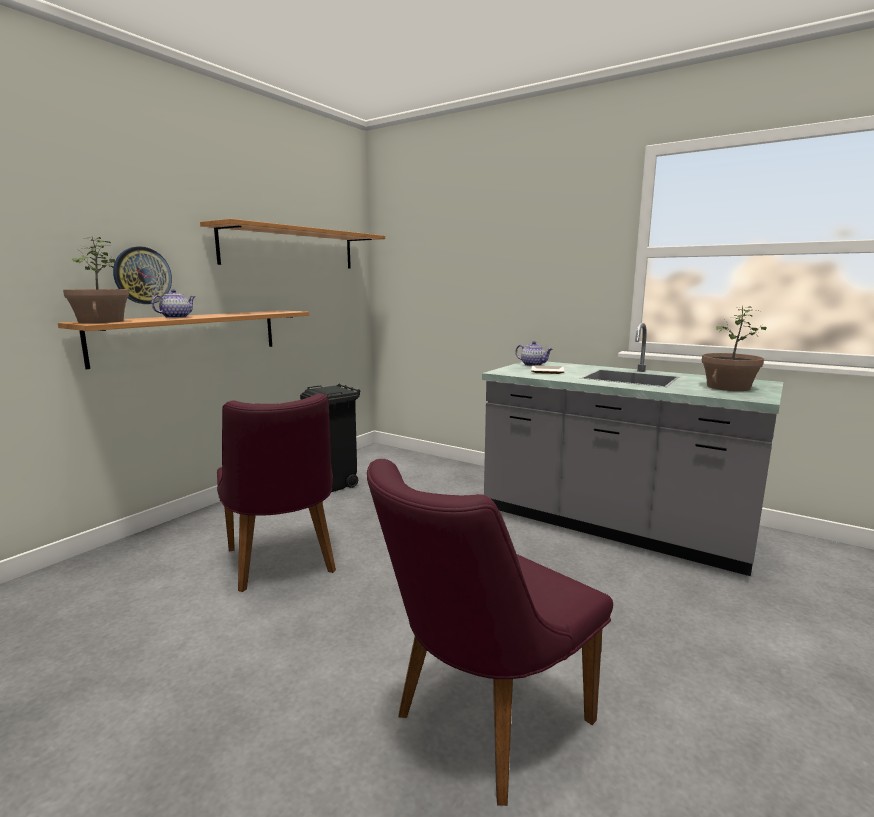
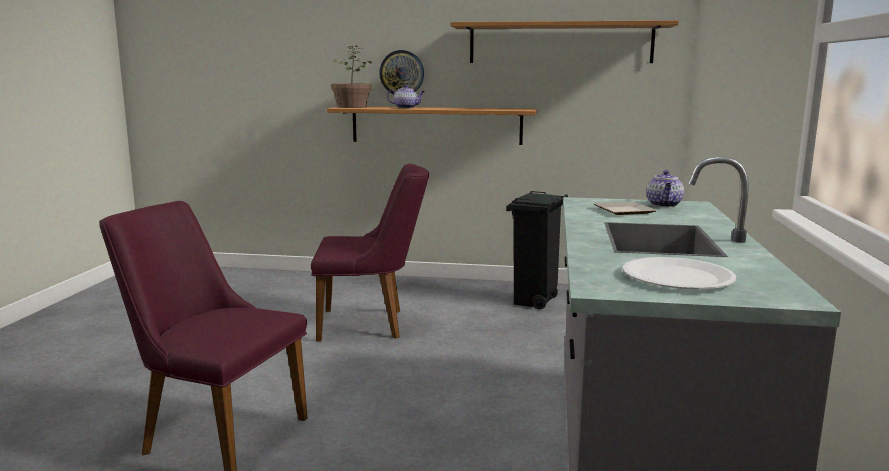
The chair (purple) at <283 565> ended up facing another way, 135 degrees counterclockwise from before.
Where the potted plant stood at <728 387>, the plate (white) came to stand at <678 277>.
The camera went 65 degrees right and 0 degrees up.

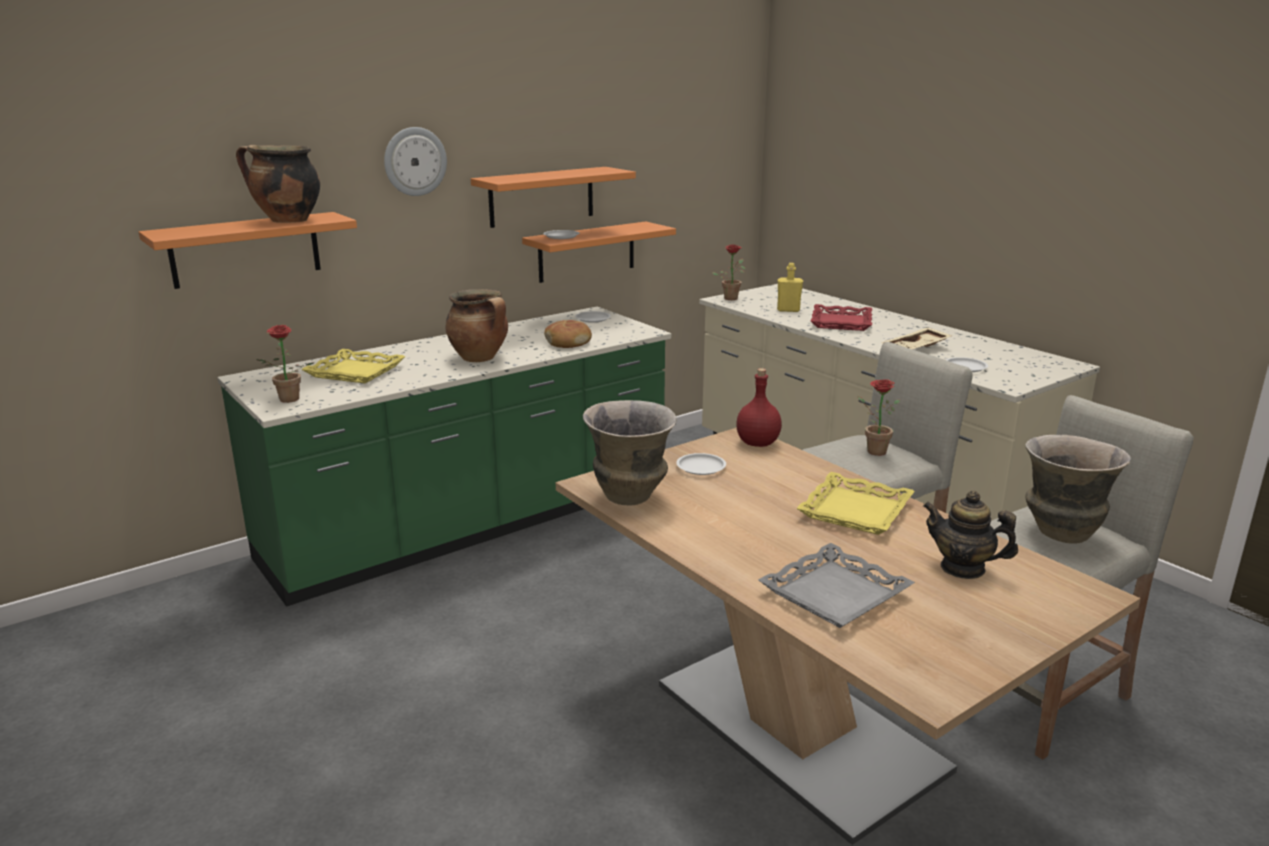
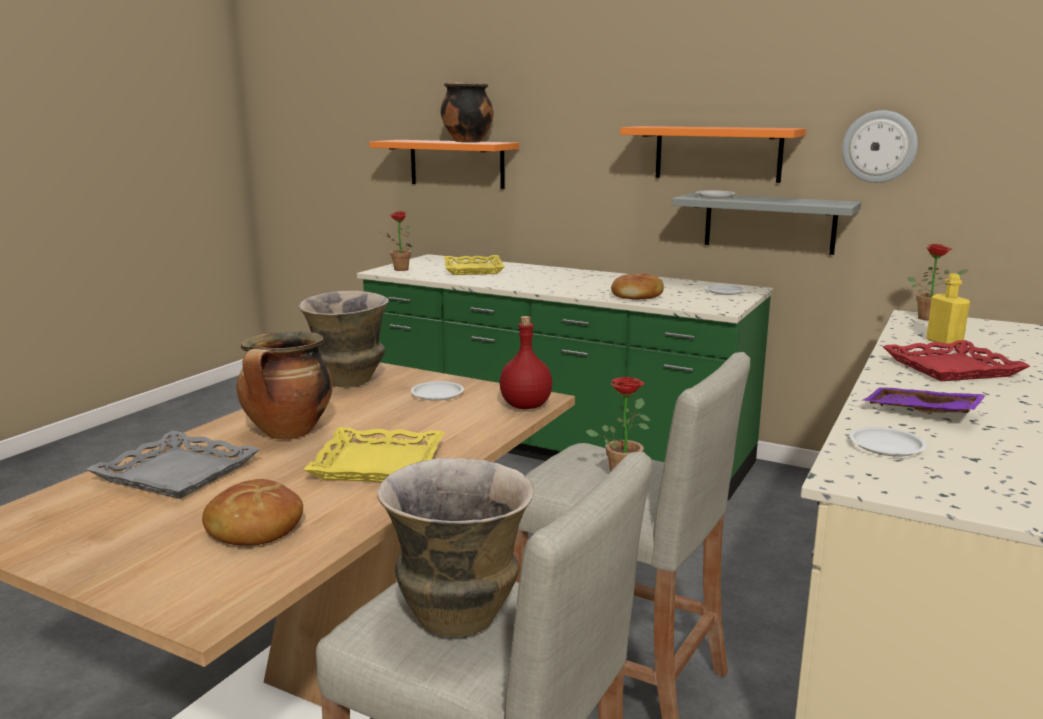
The wall clock ended up elsewhere, having gone from <415 161> to <879 146>.
The cooking pot ended up elsewhere, having gone from <480 358> to <288 433>.
What was the shelf (orange) at <587 252> turned into the shelf (grey) at <769 223>.
What was the tray (beige) at <916 348> turned into the tray (purple) at <920 413>.
Where the teapot stood at <963 568>, the bread came to stand at <254 528>.
The camera went 65 degrees right and 5 degrees down.

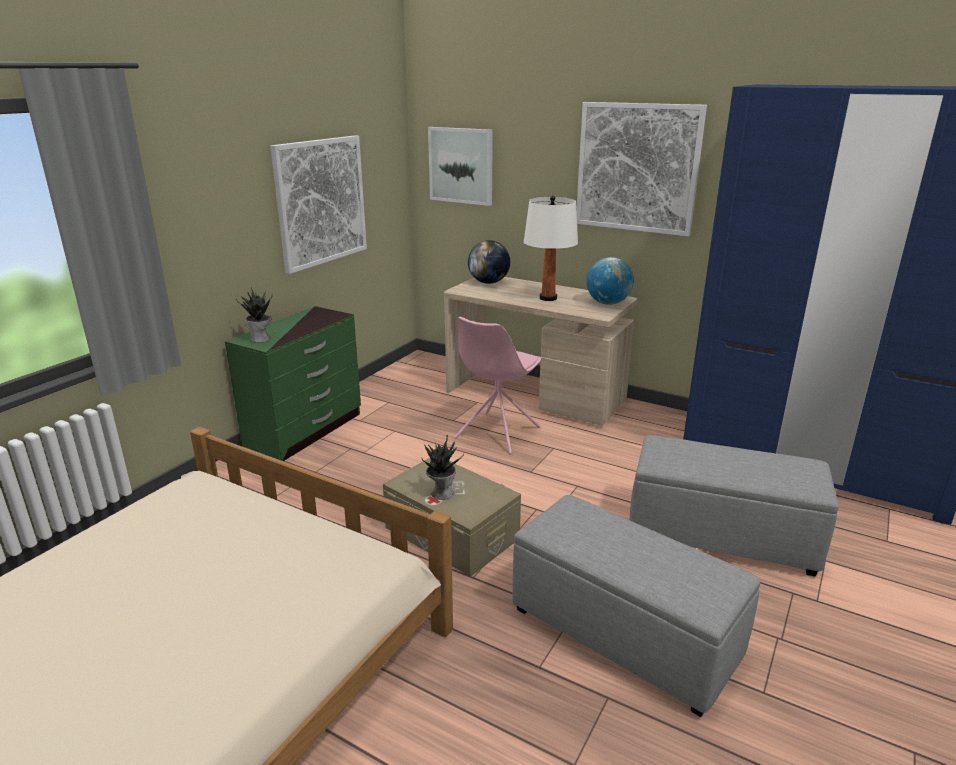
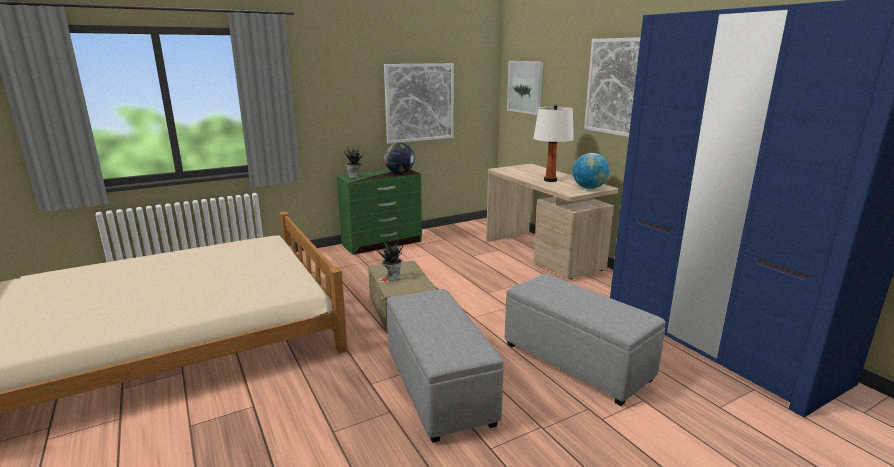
The second view lost the chair (pink) at <496 433>.
The globe ended up elsewhere, having gone from <488 282> to <399 172>.
The camera went 30 degrees right and 5 degrees down.

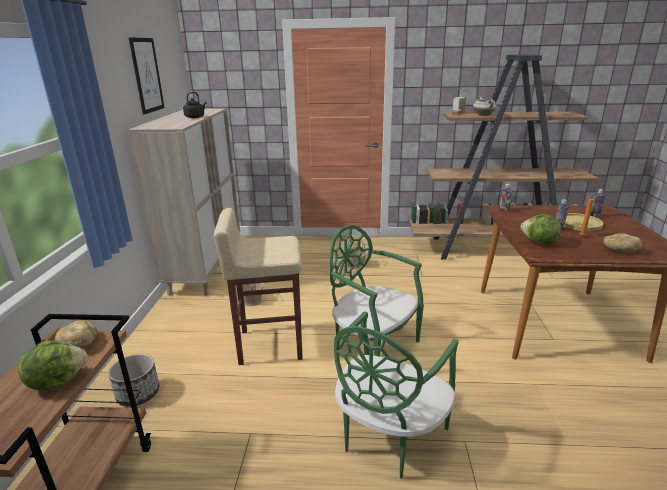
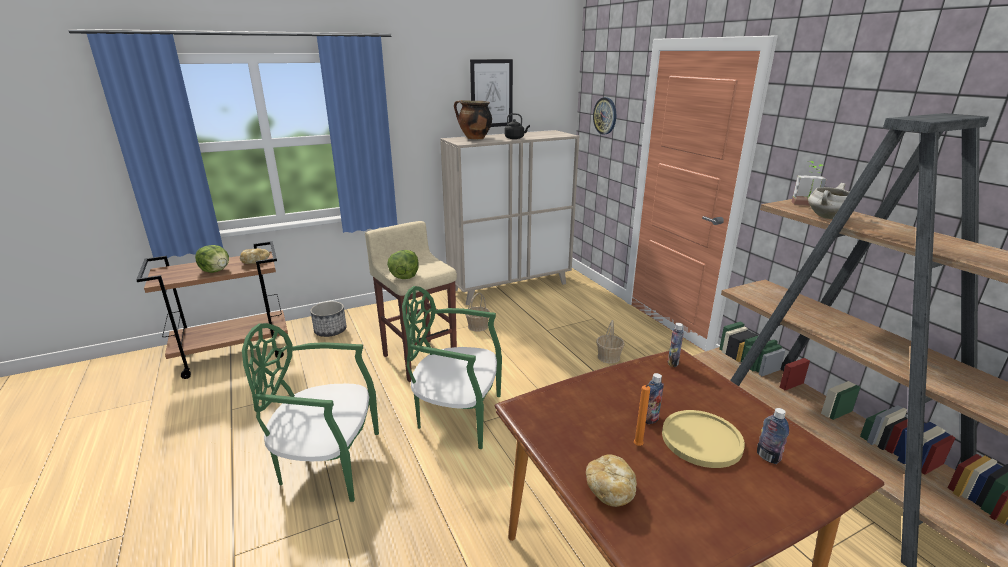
The chair (green) at <373 346> ended up facing another way, 90 degrees counterclockwise from before.
The lettuce ended up elsewhere, having gone from <539 242> to <404 277>.
The second view gained the cooking pot at <474 138>.
The second view gained the wall clock at <605 116>.
The camera went 60 degrees right and 0 degrees up.

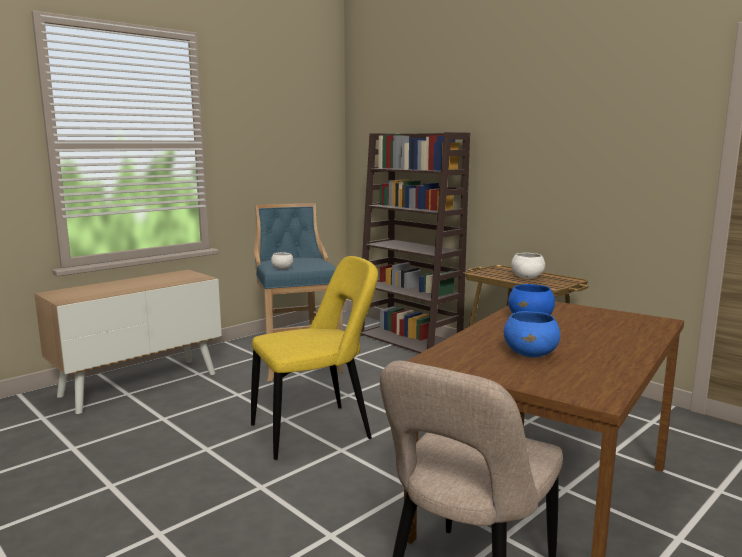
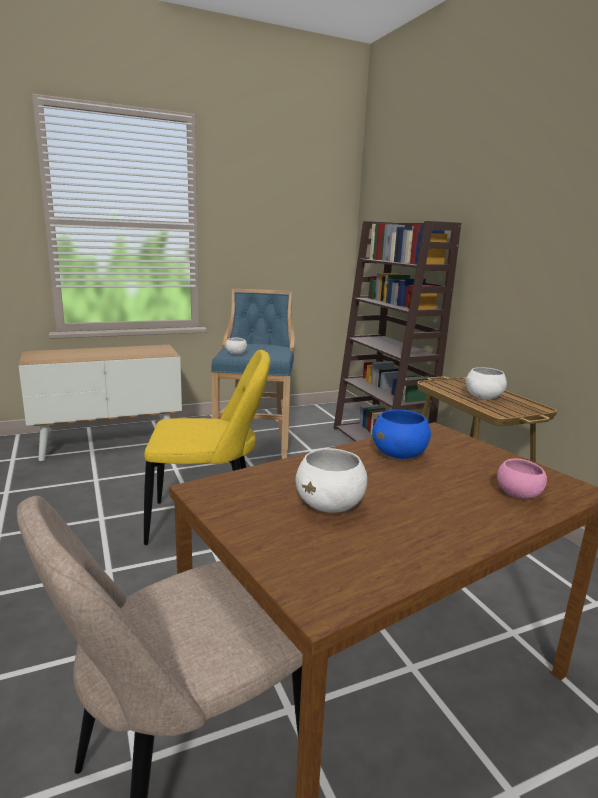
What was the bowl (blue) at <531 354> turned into the bowl (white) at <330 506>.
The second view gained the bowl (pink) at <518 495>.
The camera went 20 degrees right and 5 degrees up.

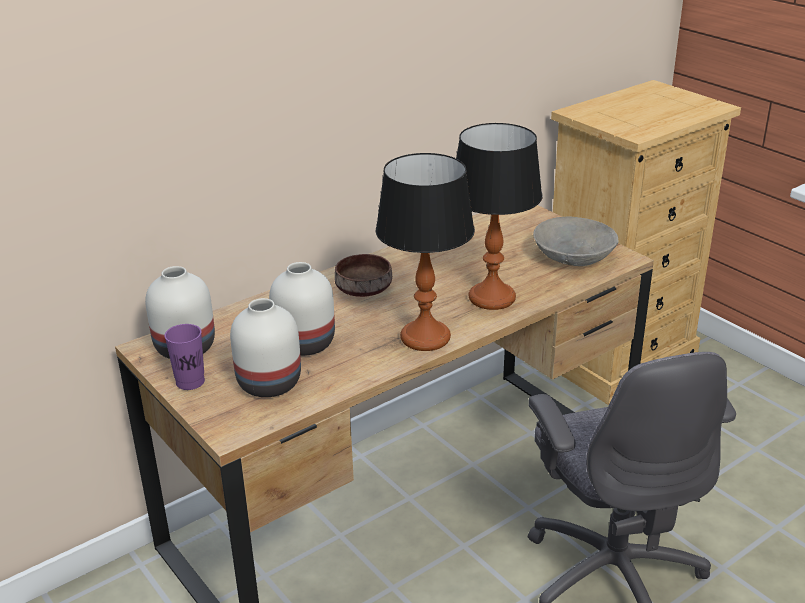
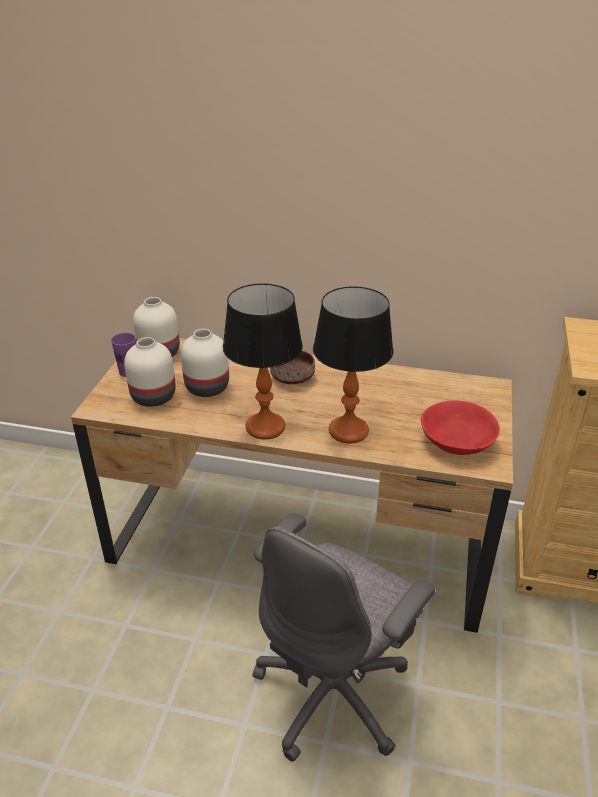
What was the bowl (grey) at <572 256> turned into the bowl (red) at <456 441>.
The camera went 50 degrees right and 5 degrees up.

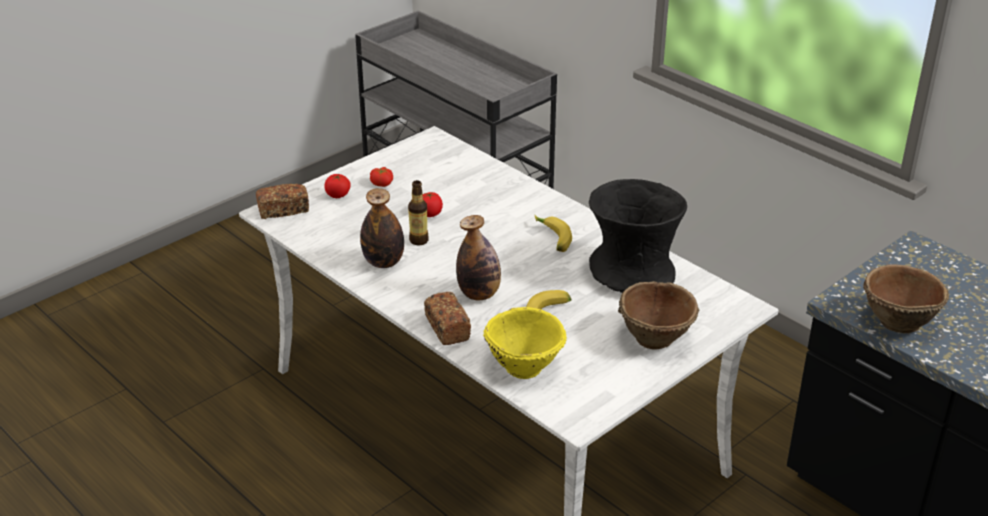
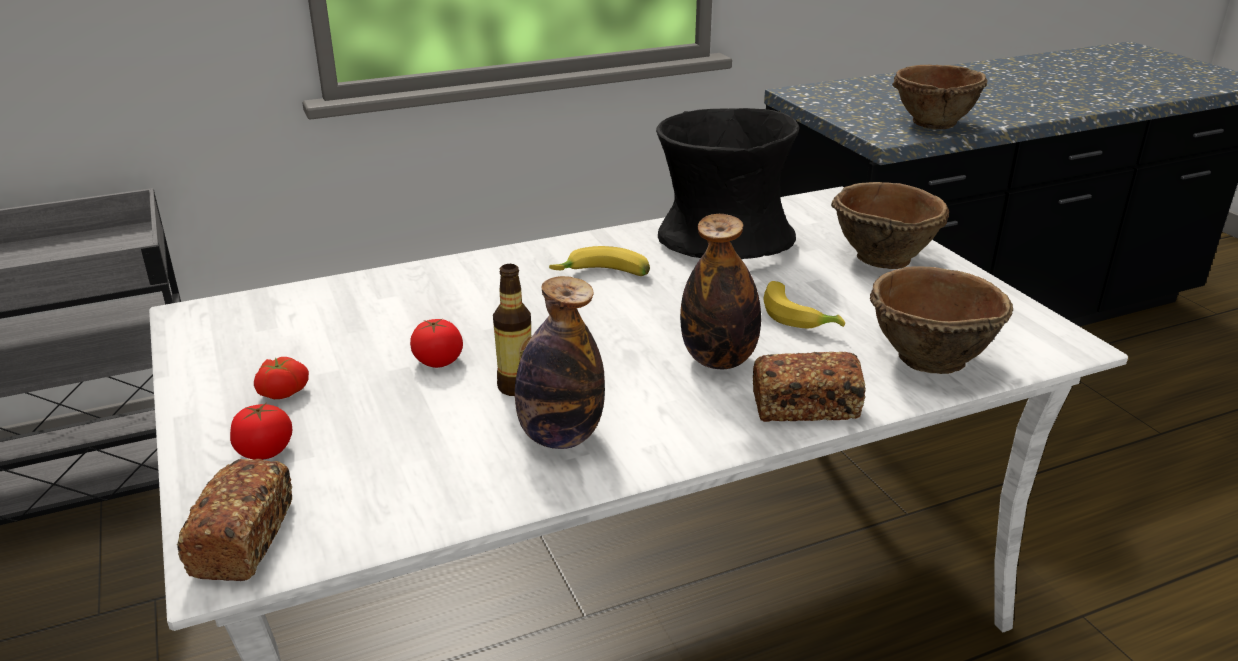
What was the bowl (yellow) at <524 365> turned into the bowl (brown) at <928 358>.
The camera went 70 degrees left and 5 degrees down.

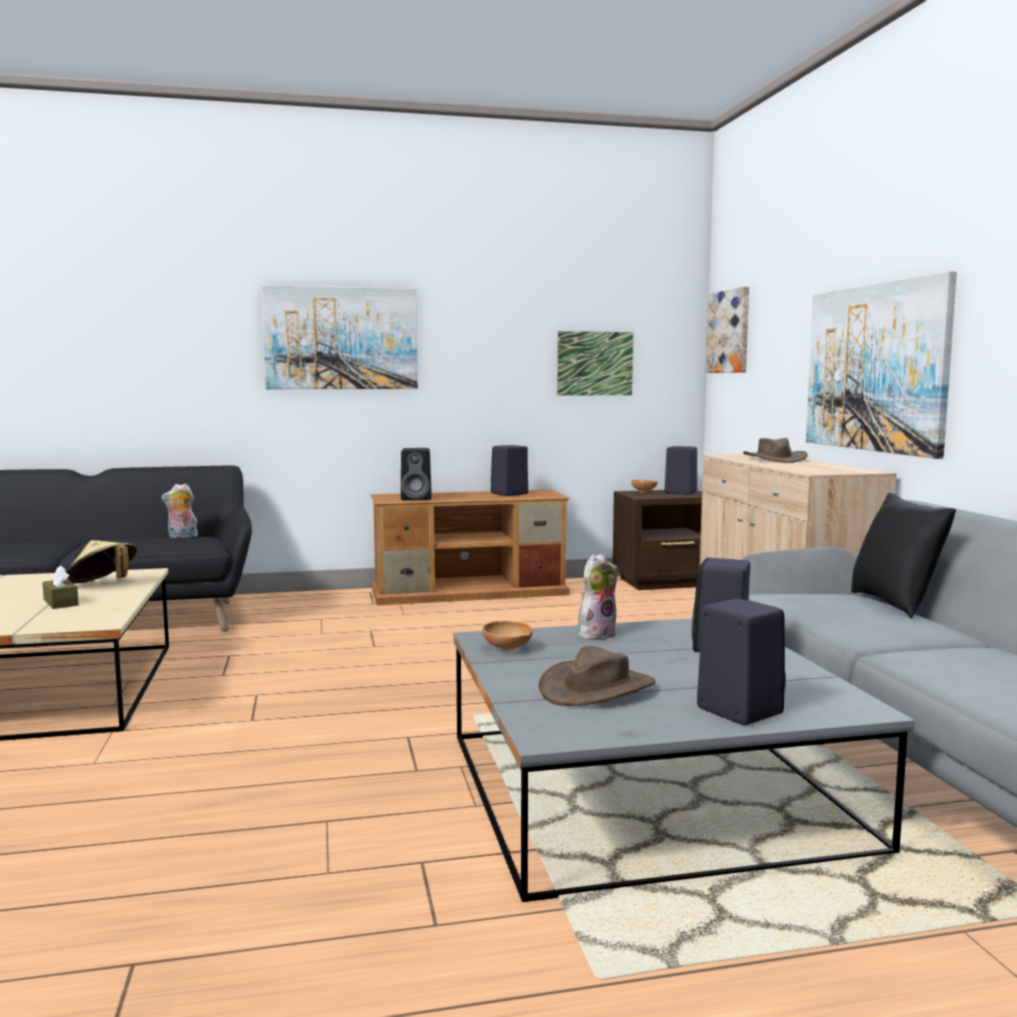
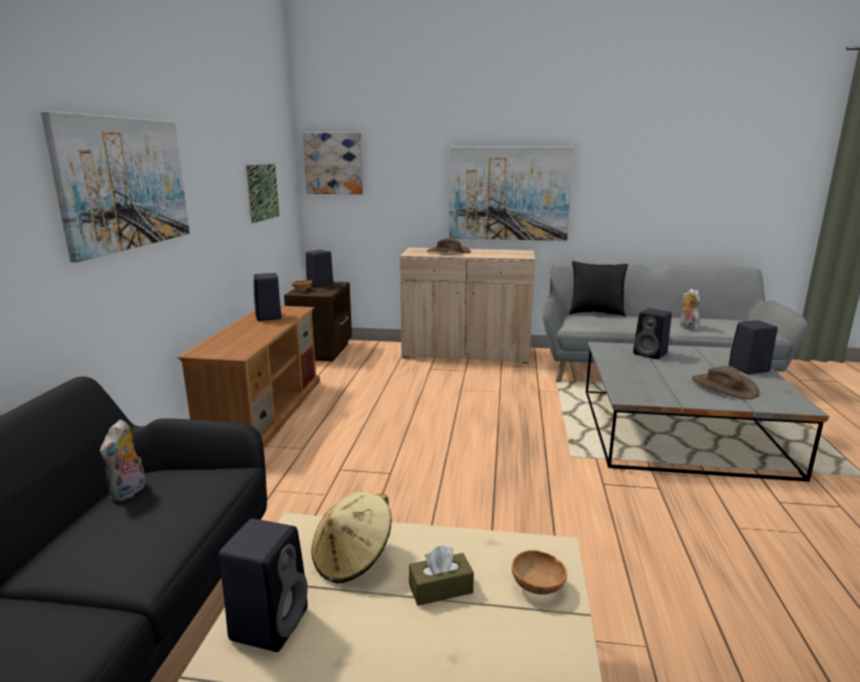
The speaker (black) ended up elsewhere, having gone from <417 498> to <270 622>.
The bowl (brown) ended up elsewhere, having gone from <507 649> to <538 587>.
The plush toy ended up elsewhere, having gone from <596 634> to <687 327>.
The camera went 70 degrees left and 10 degrees up.

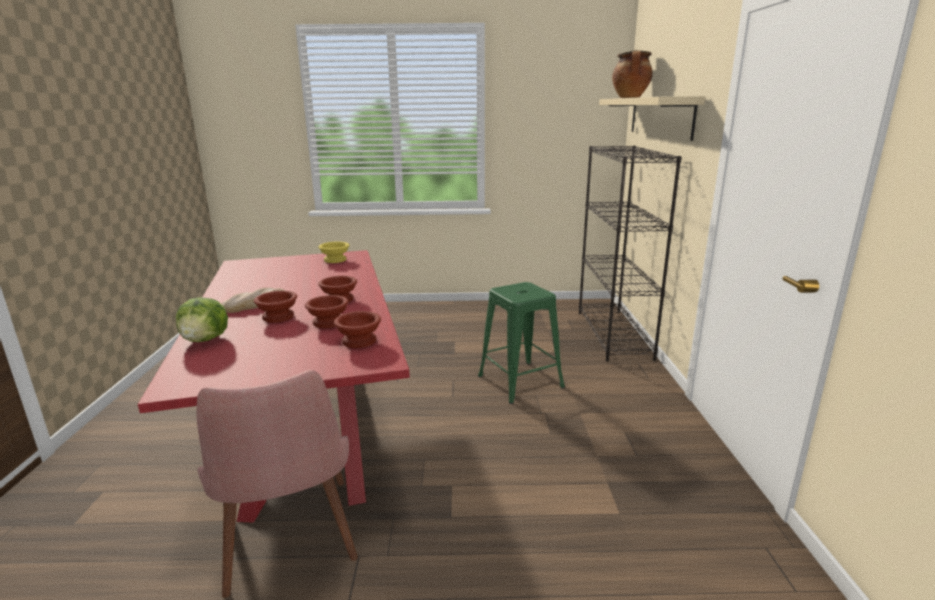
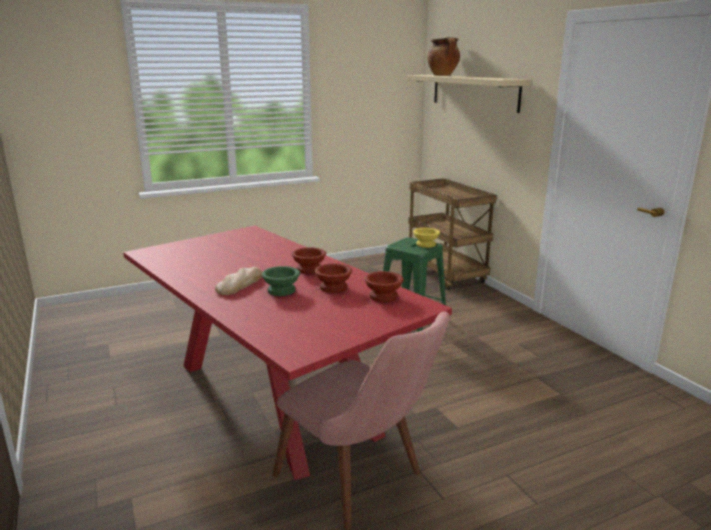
The second view lost the lettuce at <206 340>.
What was the bowl (brown) at <278 317> turned into the bowl (green) at <282 291>.
The bowl (yellow) ended up elsewhere, having gone from <335 260> to <425 244>.
Where the bookcase (black) stood at <614 334>, the cart (brown) came to stand at <447 275>.
The camera went 25 degrees left and 0 degrees up.

